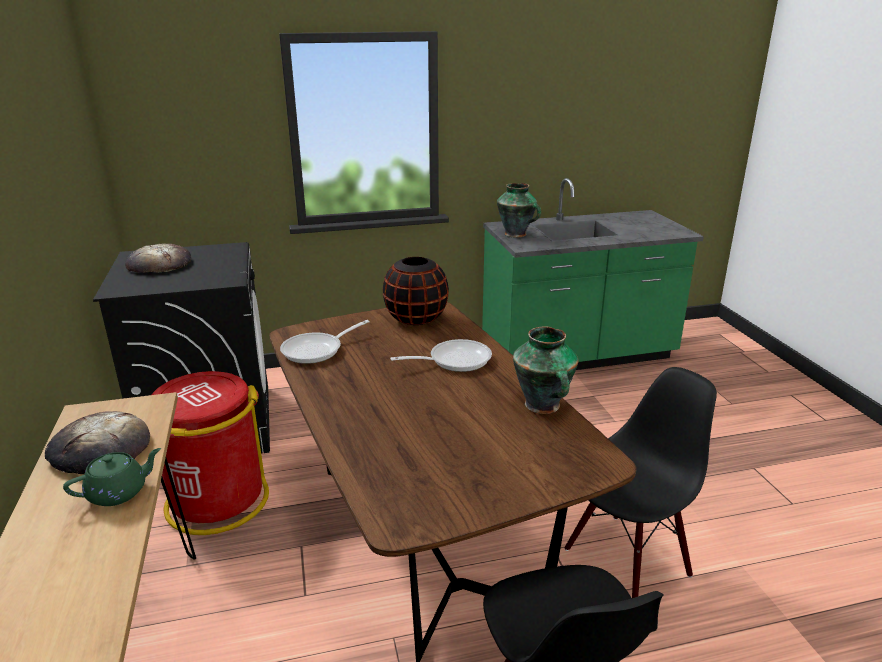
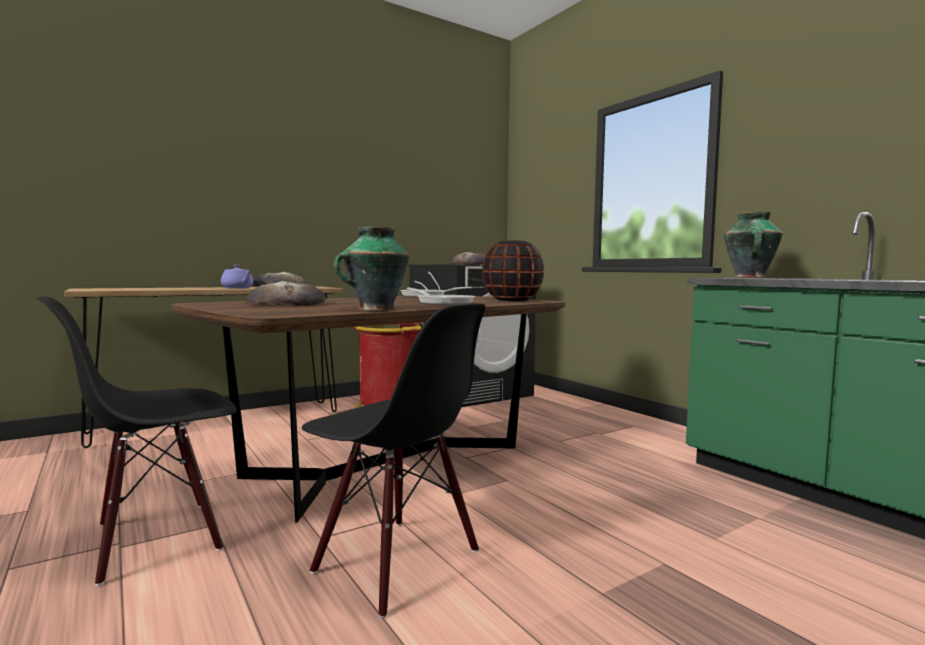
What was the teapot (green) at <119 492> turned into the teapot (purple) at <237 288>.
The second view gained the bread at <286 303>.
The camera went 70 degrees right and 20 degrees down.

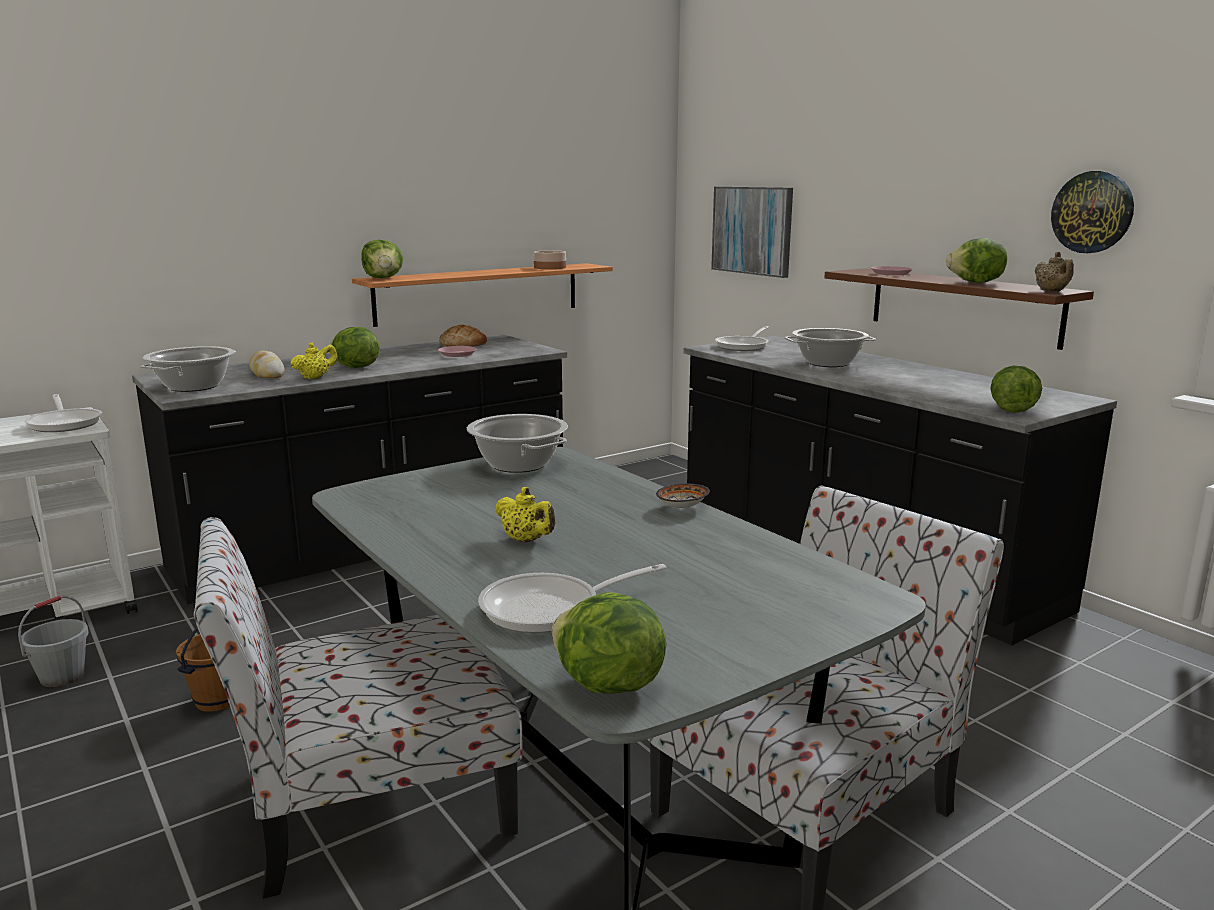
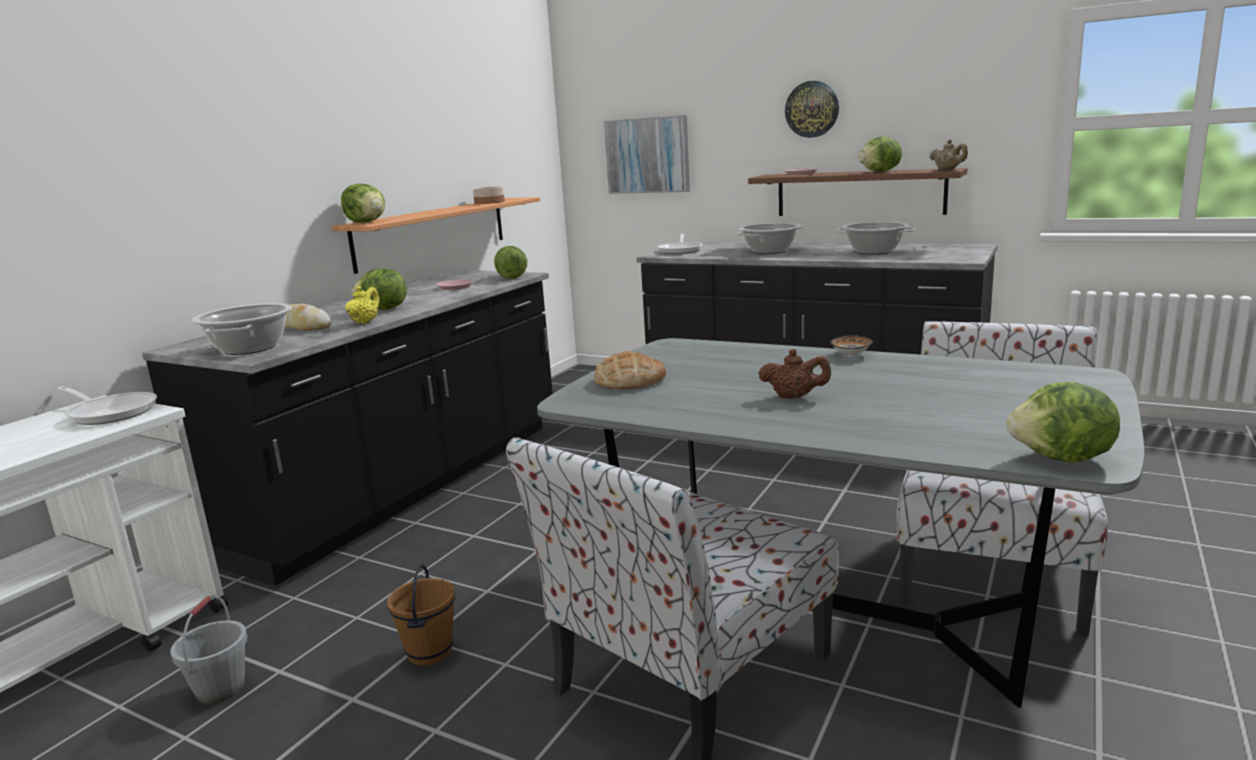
The bread ended up elsewhere, having gone from <463 344> to <629 381>.
The cooking pot ended up elsewhere, having gone from <519 464> to <874 251>.
The second view lost the frying pan at <551 609>.
What was the teapot (yellow) at <526 540> turned into the teapot (brown) at <794 397>.
The lettuce ended up elsewhere, having gone from <1010 408> to <511 277>.
The wall clock ended up elsewhere, having gone from <1092 212> to <812 109>.
The camera went 25 degrees left and 0 degrees up.

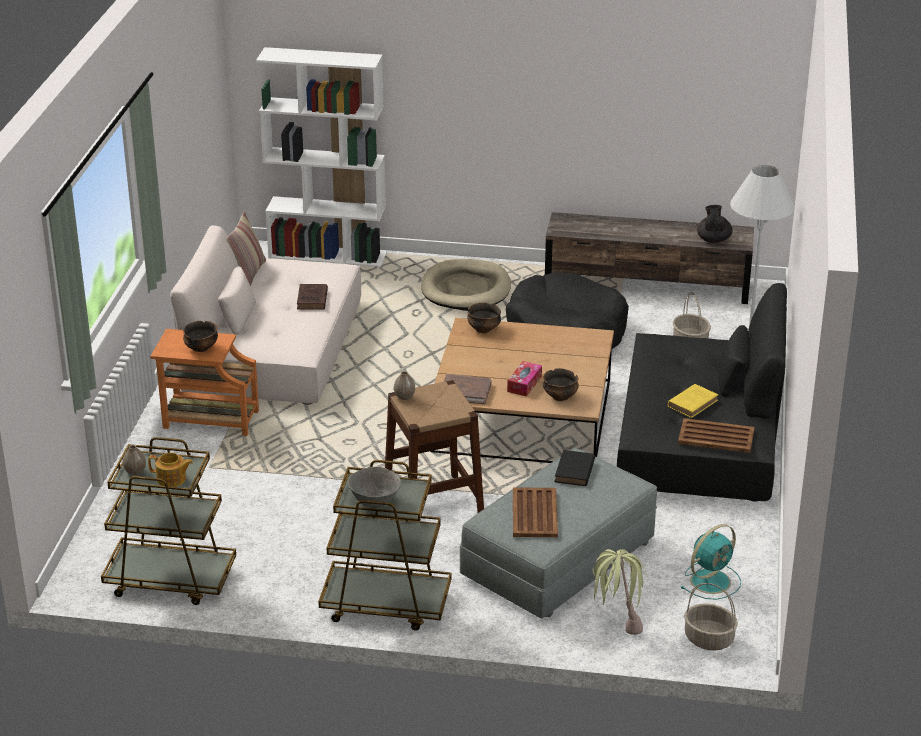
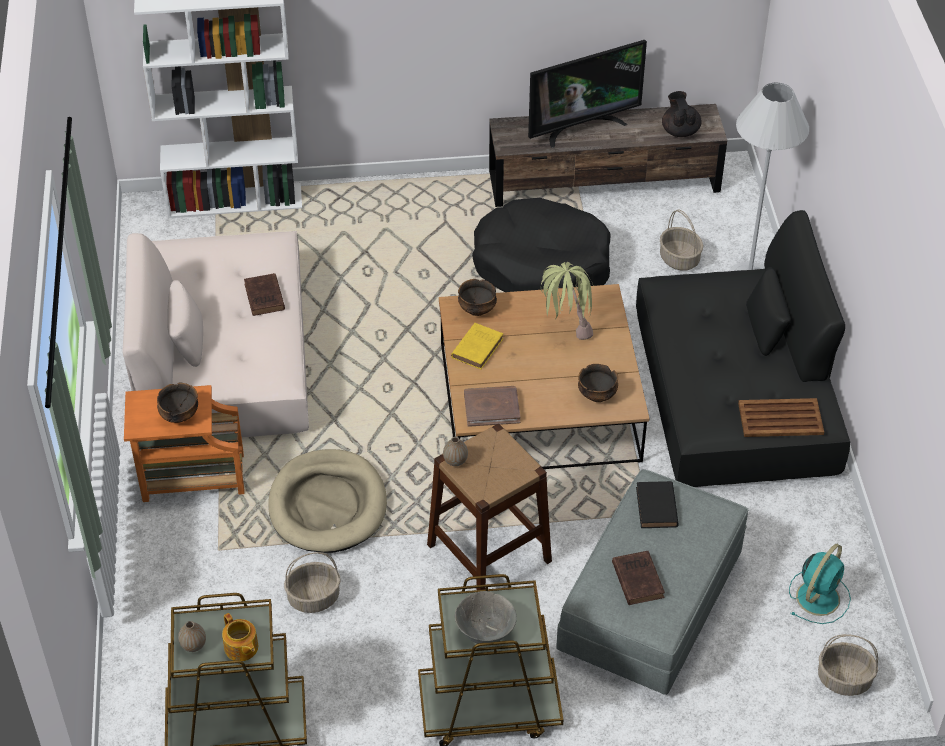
The teapot at <172 479> ended up facing another way, 60 degrees clockwise from before.
The second view lost the pillow at <248 273>.
The dog bed (beige) ended up elsewhere, having gone from <466 289> to <328 505>.
The second view lost the tissue box at <524 384>.
Where the tray (brown) stood at <535 513>, the book (brown) came to stand at <637 579>.
The potted plant ended up elsewhere, having gone from <616 624> to <565 331>.
The book (yellow) ended up elsewhere, having gone from <693 403> to <478 347>.
The second view gained the basket at <313 598>.
The second view gained the television at <582 127>.
The camera went 15 degrees left and 15 degrees up.

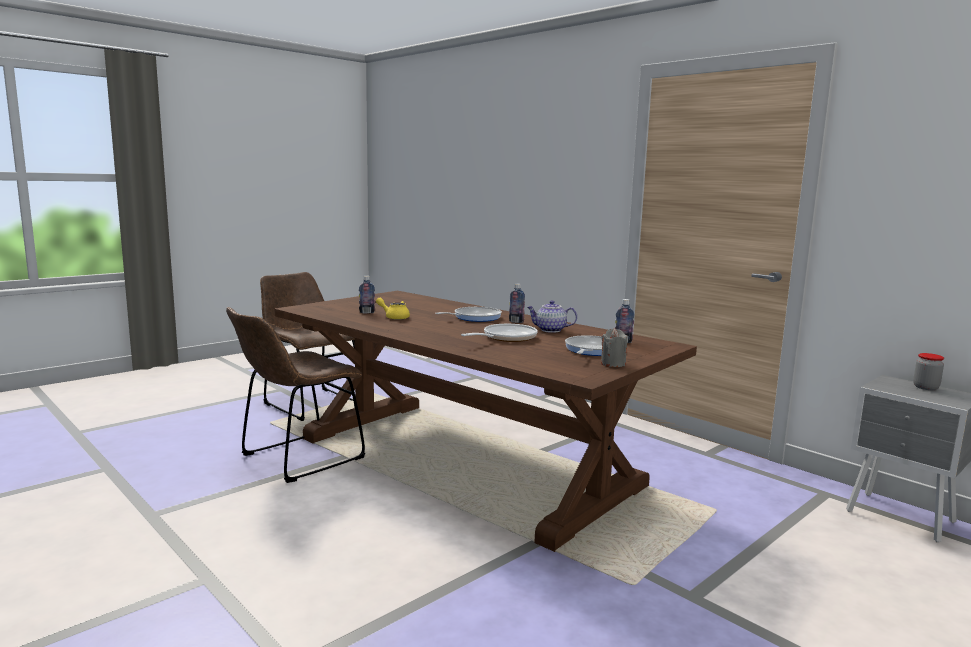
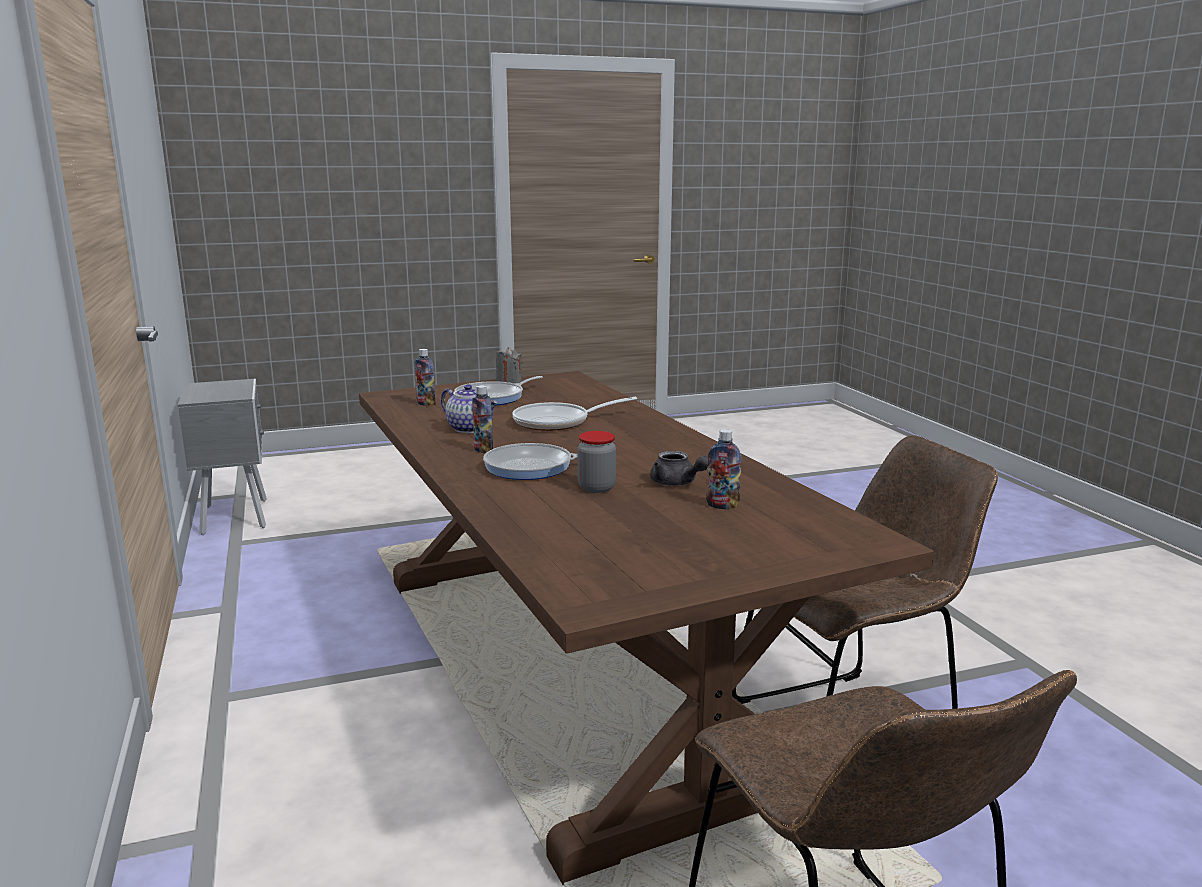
What was the teapot (yellow) at <394 317> turned into the teapot (grey) at <677 483>.
The jar ended up elsewhere, having gone from <925 387> to <596 488>.
The camera went 155 degrees left and 5 degrees up.

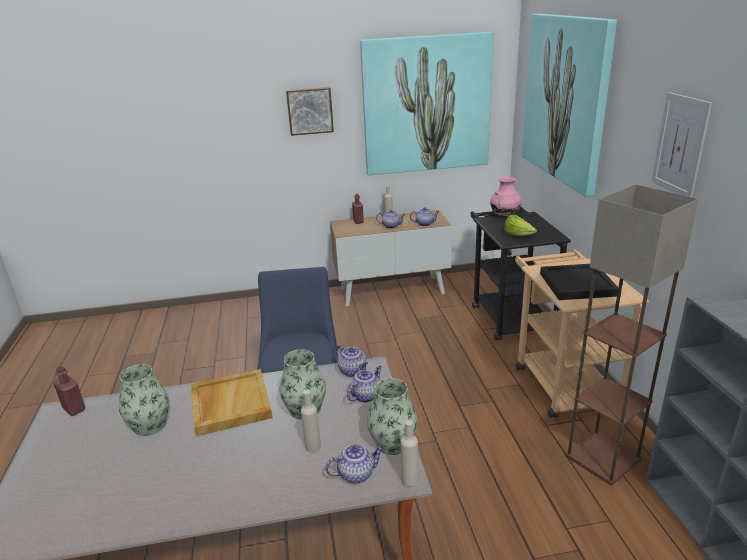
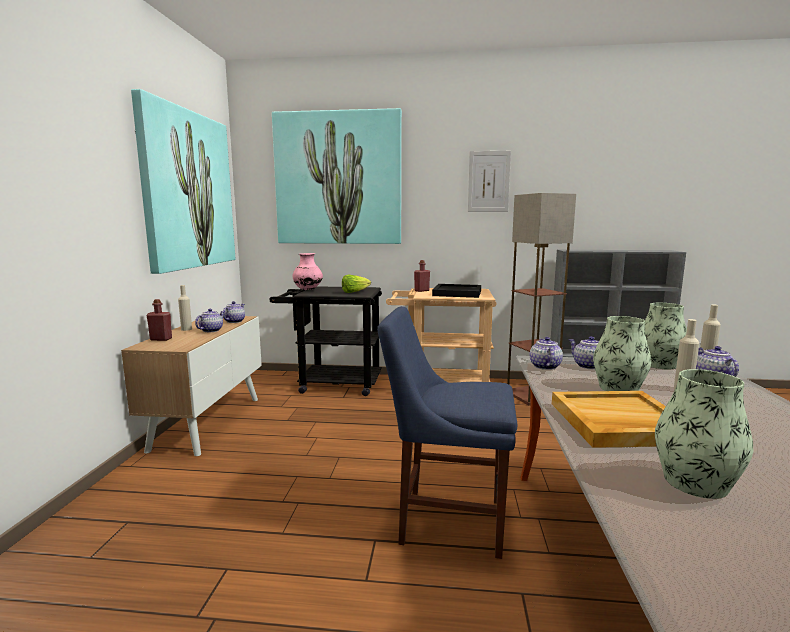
The bottle (red) ended up elsewhere, having gone from <74 409> to <421 290>.
The second view lost the picture at <310 111>.
The teapot at <353 371> ended up facing another way, 60 degrees counterclockwise from before.
The camera went 75 degrees left and 15 degrees down.

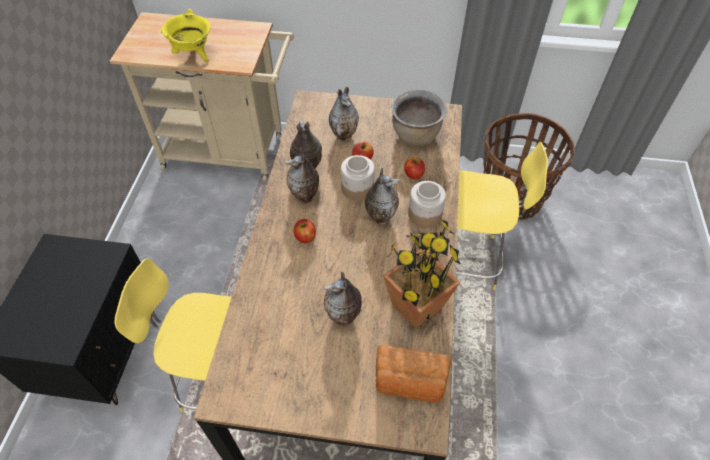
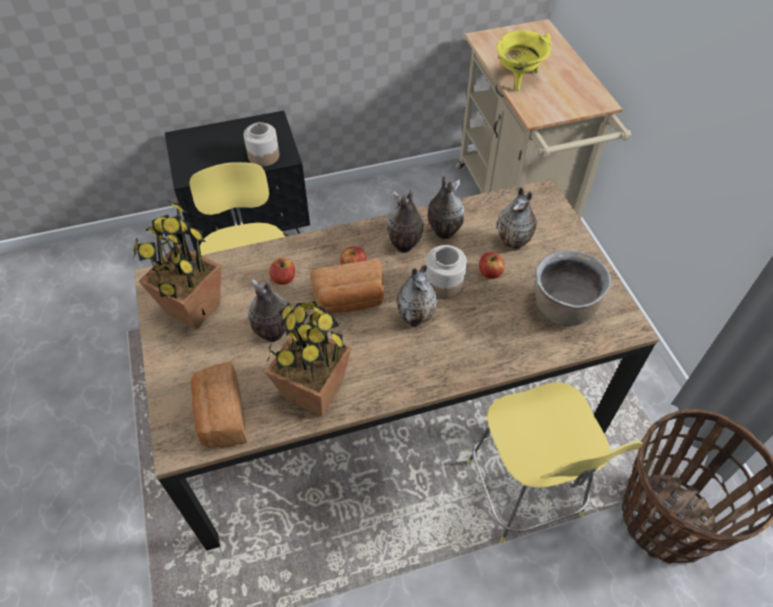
The apple ended up elsewhere, having gone from <413 174> to <283 278>.
The jar ended up elsewhere, having gone from <424 214> to <263 156>.
The second view gained the potted plant at <193 309>.
The second view gained the bread at <350 300>.
The camera went 65 degrees right and 0 degrees up.

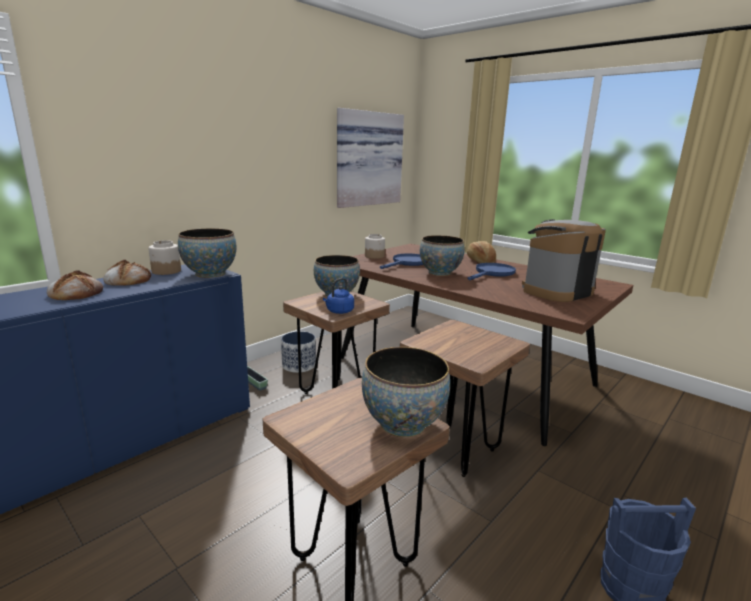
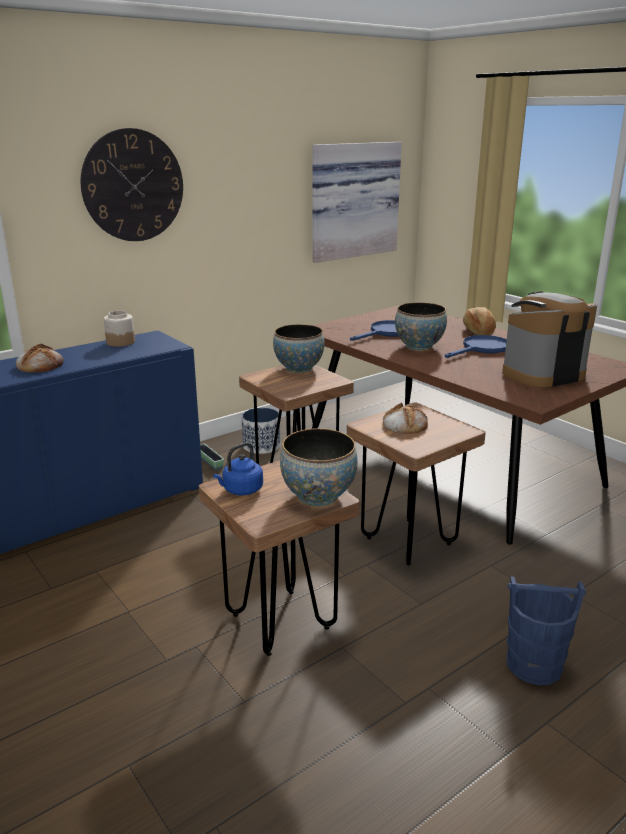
The bread ended up elsewhere, having gone from <127 279> to <404 424>.
The second view lost the bowl at <210 274>.
The kettle (blue) ended up elsewhere, having gone from <339 311> to <241 490>.
The second view lost the jar at <374 256>.
The second view gained the wall clock at <133 186>.
The camera went 10 degrees right and 5 degrees up.

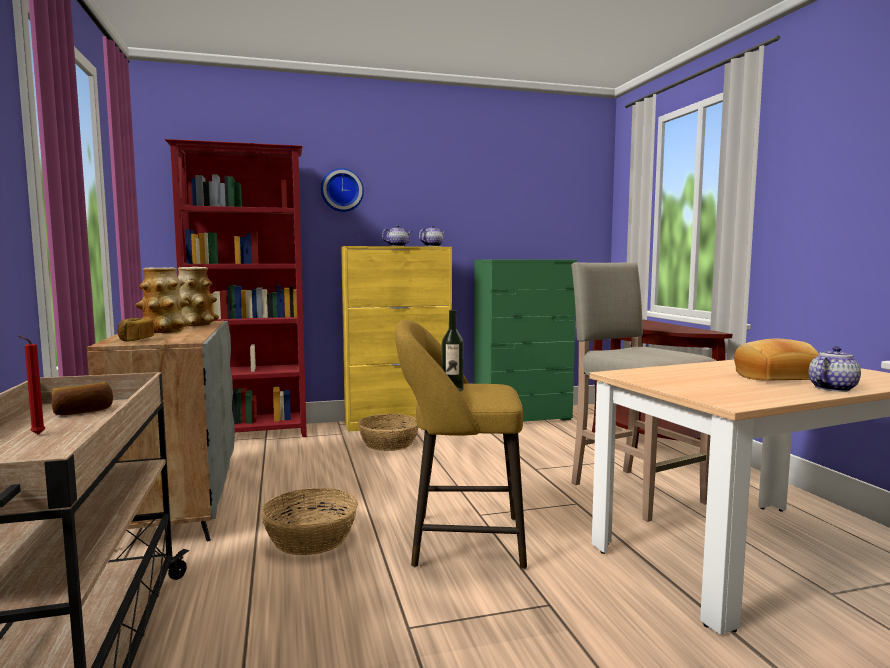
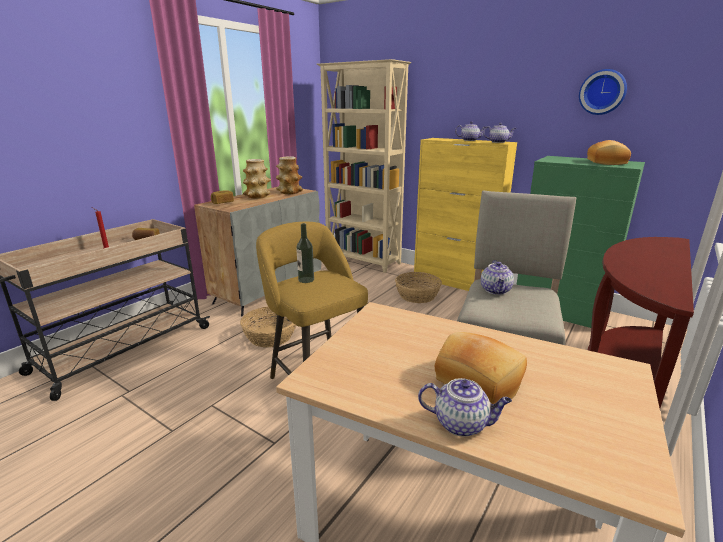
What was the bookcase (red) at <250 435> turned into the bookcase (beige) at <363 261>.
The wall clock ended up elsewhere, having gone from <342 190> to <602 92>.
The second view gained the teapot at <496 290>.
The second view gained the bread at <607 162>.
The camera went 50 degrees right and 15 degrees up.

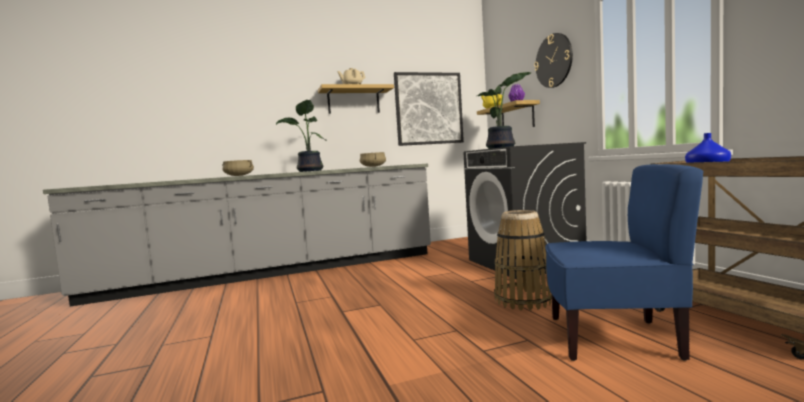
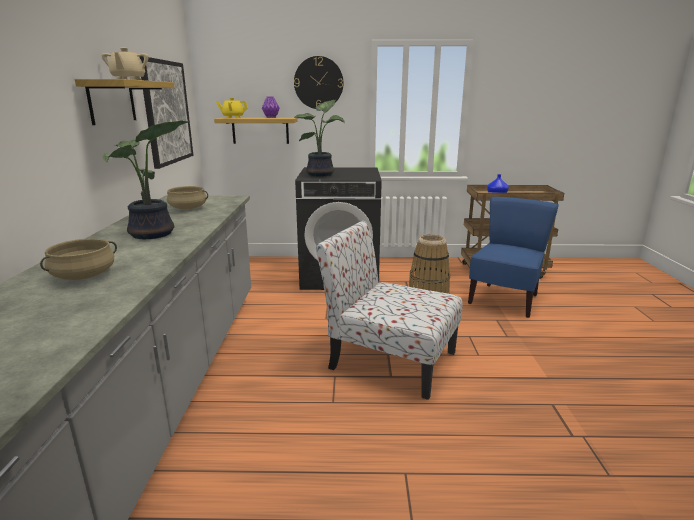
The second view gained the chair at <389 359>.
The camera went 70 degrees left and 15 degrees up.

